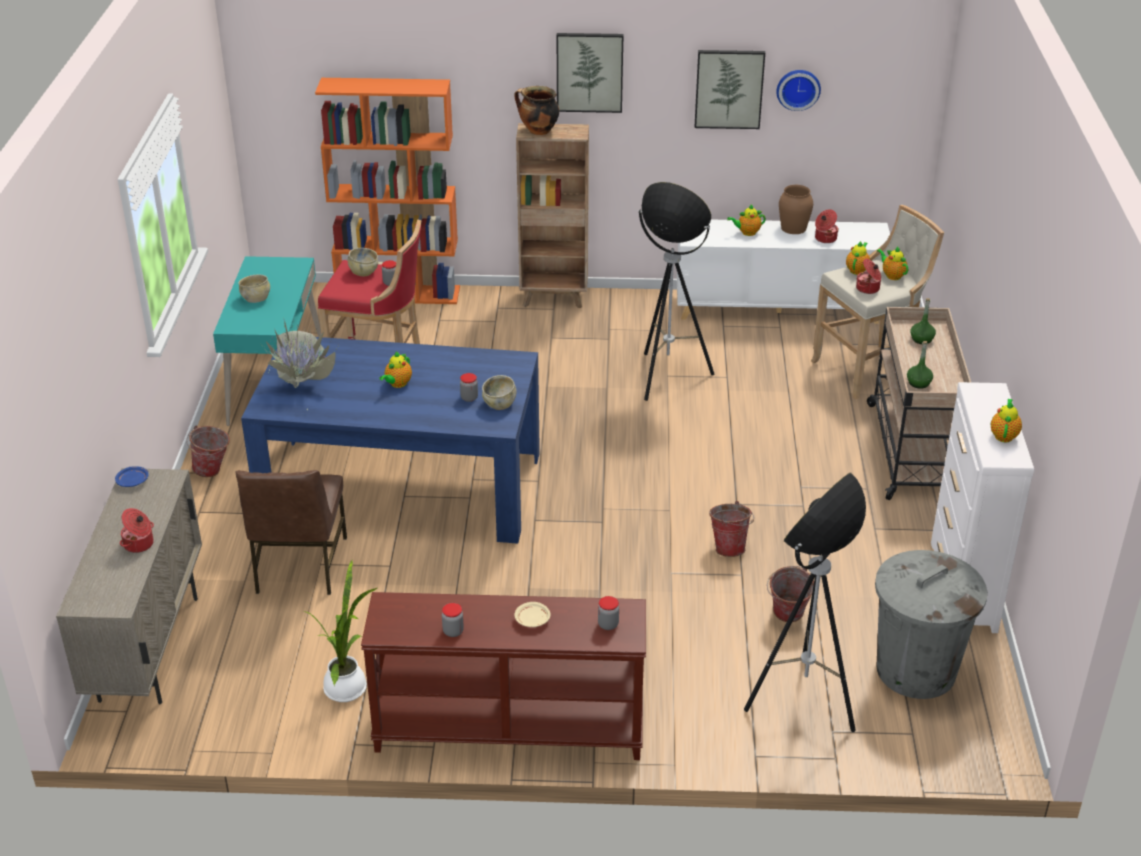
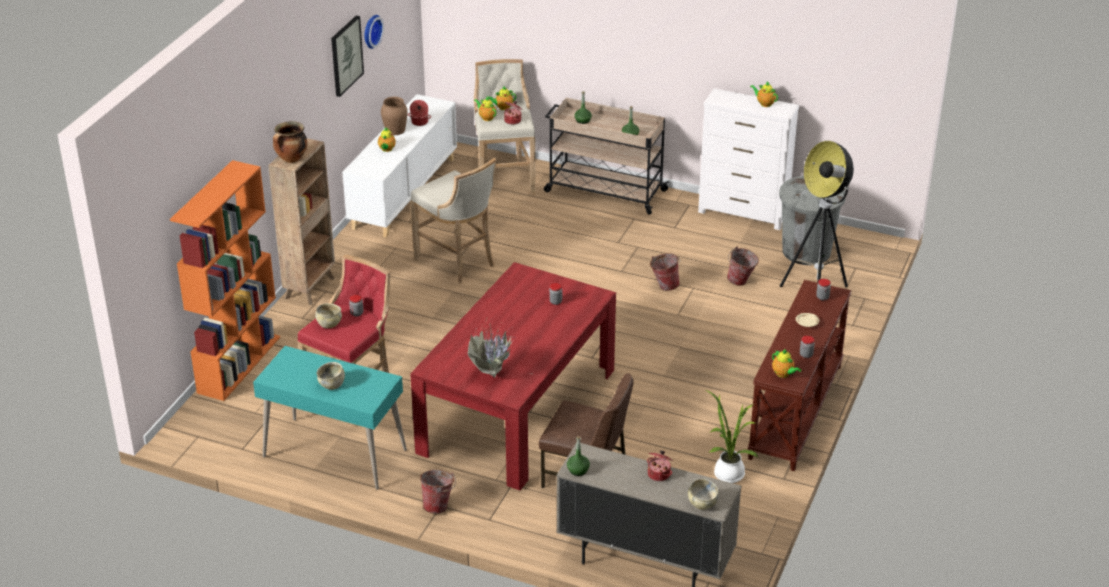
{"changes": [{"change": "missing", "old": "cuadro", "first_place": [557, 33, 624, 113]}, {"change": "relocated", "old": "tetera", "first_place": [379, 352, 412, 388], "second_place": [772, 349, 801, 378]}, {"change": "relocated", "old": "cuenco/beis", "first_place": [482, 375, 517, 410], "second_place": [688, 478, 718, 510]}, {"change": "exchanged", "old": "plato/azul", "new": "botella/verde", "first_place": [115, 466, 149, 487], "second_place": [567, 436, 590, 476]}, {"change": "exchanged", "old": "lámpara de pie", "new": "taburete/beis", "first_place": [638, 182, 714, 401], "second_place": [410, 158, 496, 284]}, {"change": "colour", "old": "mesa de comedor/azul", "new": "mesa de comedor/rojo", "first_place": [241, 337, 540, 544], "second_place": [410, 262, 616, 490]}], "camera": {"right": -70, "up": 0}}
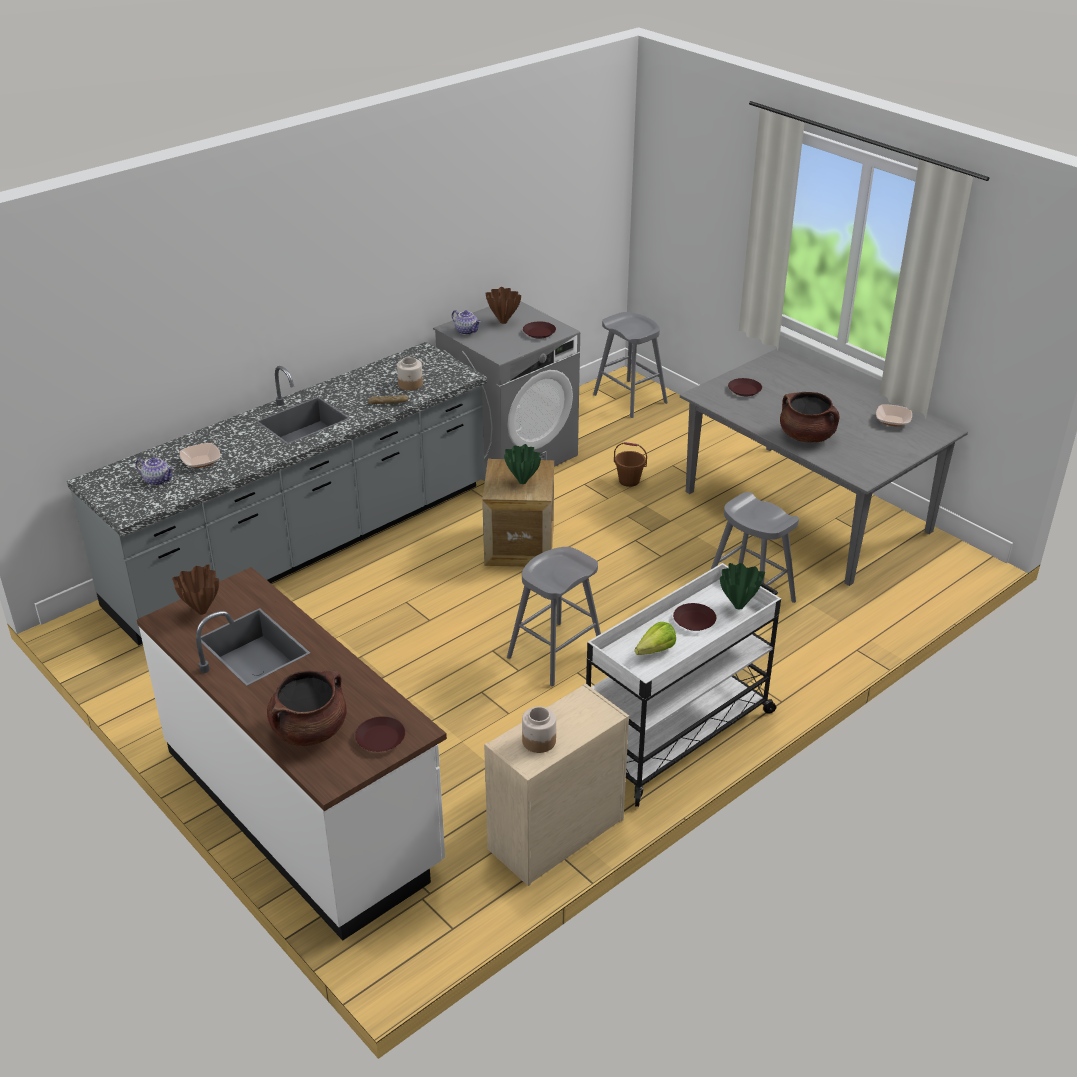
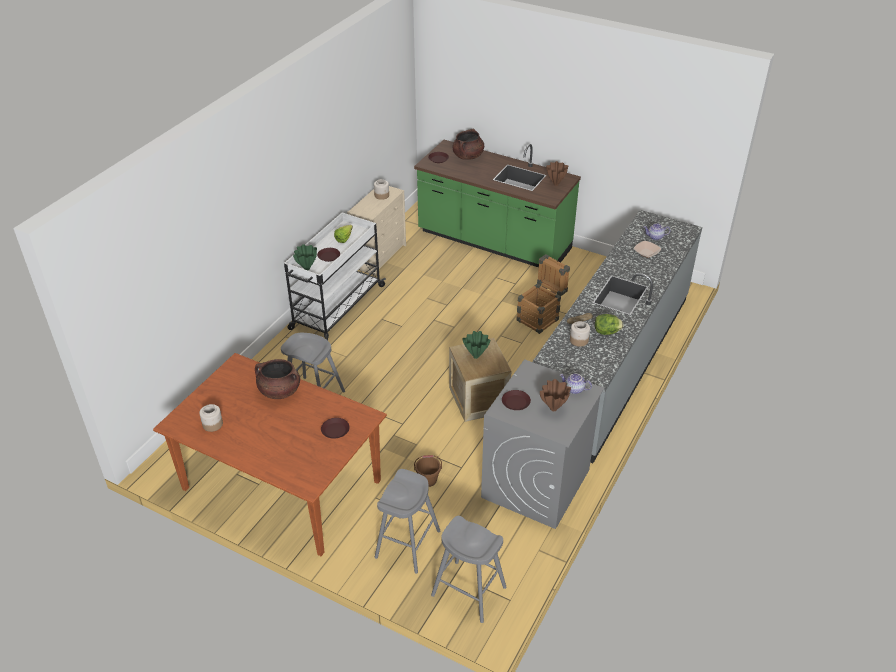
{"changes": [{"change": "appeared", "new": "caja de embalaje", "second_place": [516, 255, 570, 334]}, {"change": "appeared", "new": "lechuga", "second_place": [595, 314, 624, 335]}, {"change": "relocated", "old": "taburete/gris", "first_place": [507, 547, 601, 687], "second_place": [375, 469, 440, 574]}, {"change": "exchanged", "old": "cuenco", "new": "tarro", "first_place": [876, 404, 912, 427], "second_place": [199, 404, 223, 432]}, {"change": "colour", "old": "mueble bajo de cocina/blanco", "new": "mueble bajo de cocina/verde", "first_place": [137, 567, 447, 941], "second_place": [414, 140, 581, 267]}, {"change": "colour", "old": "mesa de comedor/gris", "new": "mesa de comedor/marrón", "first_place": [680, 346, 968, 586], "second_place": [153, 353, 387, 556]}], "camera": {"right": 160, "up": 5}}
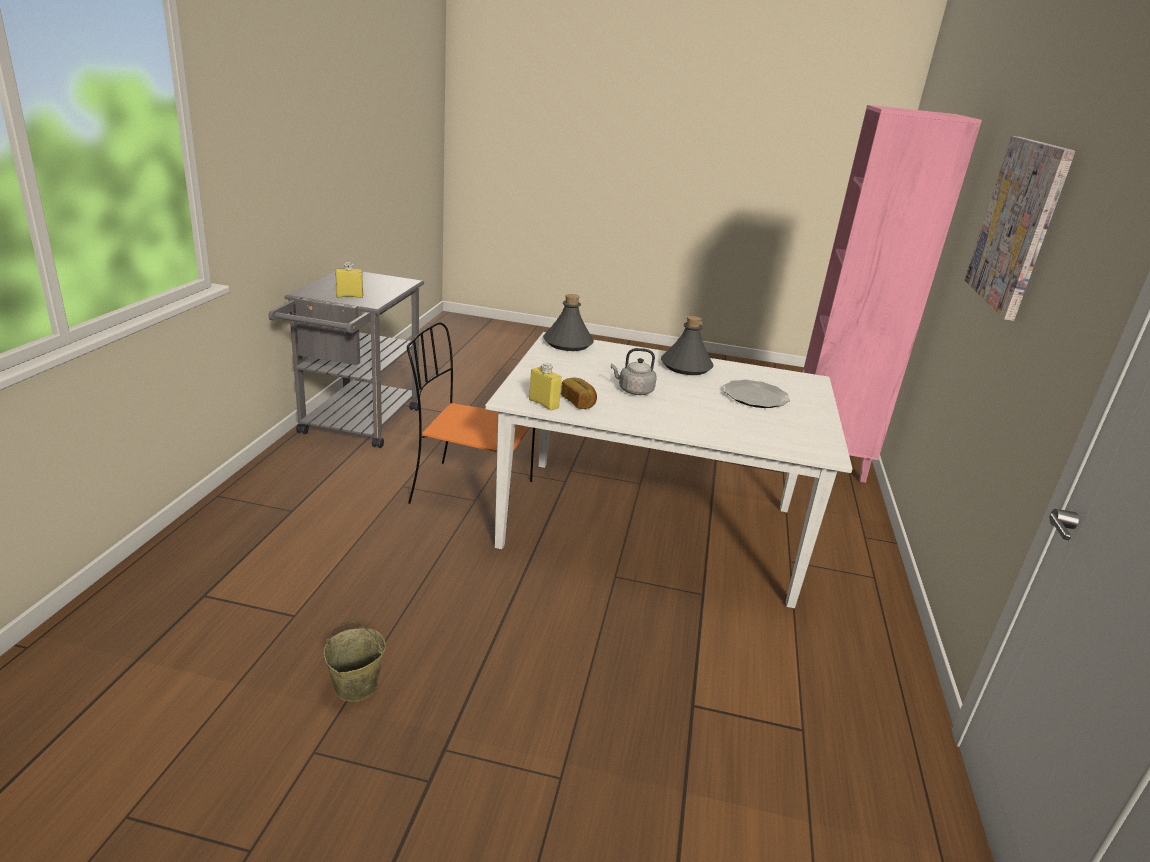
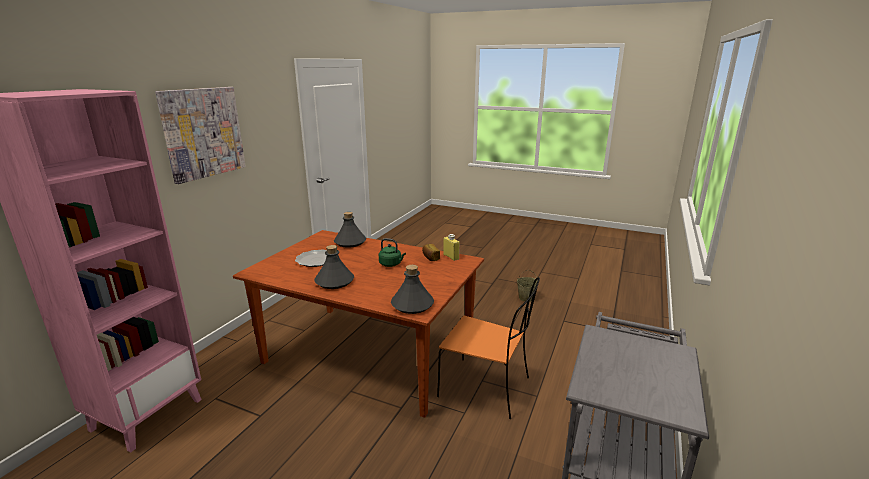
{"changes": [{"change": "missing", "old": "botella/amarillo", "first_place": [335, 262, 363, 298]}, {"change": "appeared", "new": "botella/gris", "second_place": [334, 212, 366, 248]}, {"change": "colour", "old": "mesa de comedor/blanco", "new": "mesa de comedor/marrón", "first_place": [485, 332, 853, 608], "second_place": [233, 230, 484, 418]}, {"change": "colour", "old": "hervidor/gris", "new": "hervidor/verde", "first_place": [611, 348, 657, 395], "second_place": [379, 238, 406, 267]}], "camera": {"right": -165, "up": -5}}
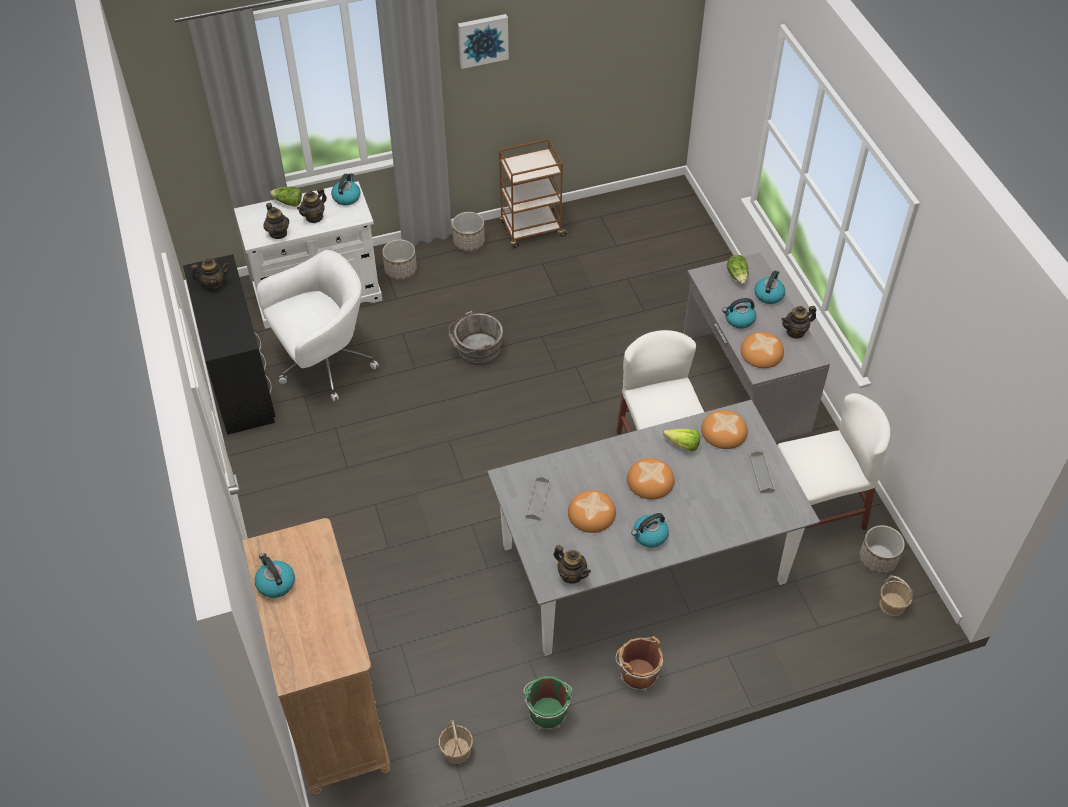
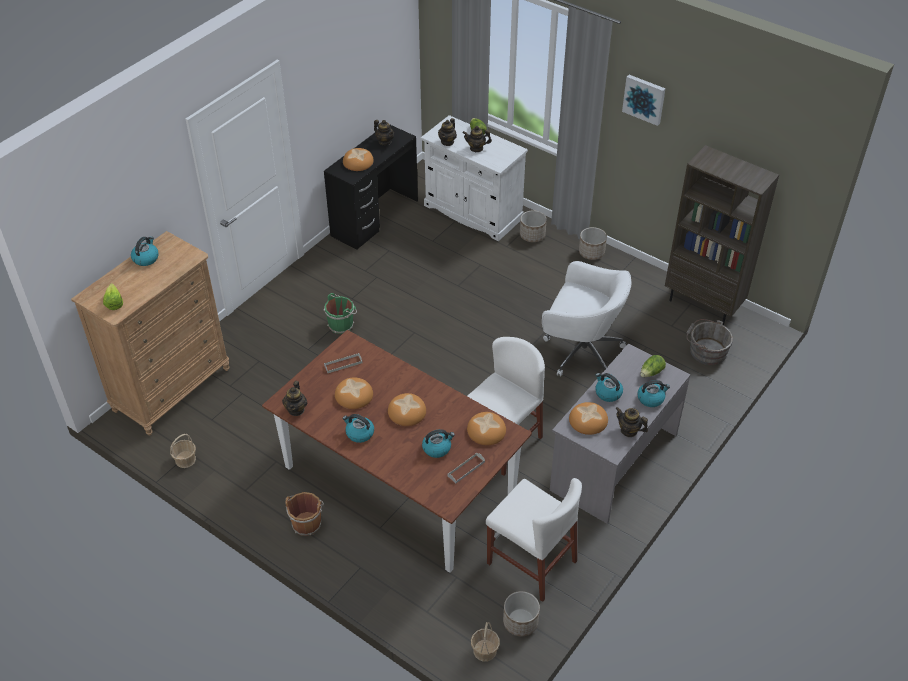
{"changes": [{"change": "missing", "old": "carrito/marrón", "first_place": [499, 138, 568, 248]}, {"change": "appeared", "new": "pan", "second_place": [343, 148, 374, 171]}, {"change": "appeared", "new": "estantería/marrón", "second_place": [665, 145, 779, 325]}, {"change": "relocated", "old": "silla de oficina/blanco", "first_place": [257, 250, 379, 401], "second_place": [542, 261, 632, 376]}, {"change": "relocated", "old": "hervidor", "first_place": [331, 173, 360, 206], "second_place": [422, 429, 455, 458]}, {"change": "relocated", "old": "cubo/gris", "first_place": [448, 311, 503, 365], "second_place": [686, 319, 733, 365]}, {"change": "relocated", "old": "cubo/verde", "first_place": [523, 676, 572, 730], "second_place": [323, 293, 357, 334]}, {"change": "relocated", "old": "lechuga", "first_place": [663, 429, 700, 452], "second_place": [103, 283, 123, 310]}, {"change": "colour", "old": "mesa de comedor/gris", "new": "mesa de comedor/marrón", "first_place": [488, 400, 820, 656], "second_place": [262, 330, 532, 573]}], "camera": {"right": 55, "up": -5}}
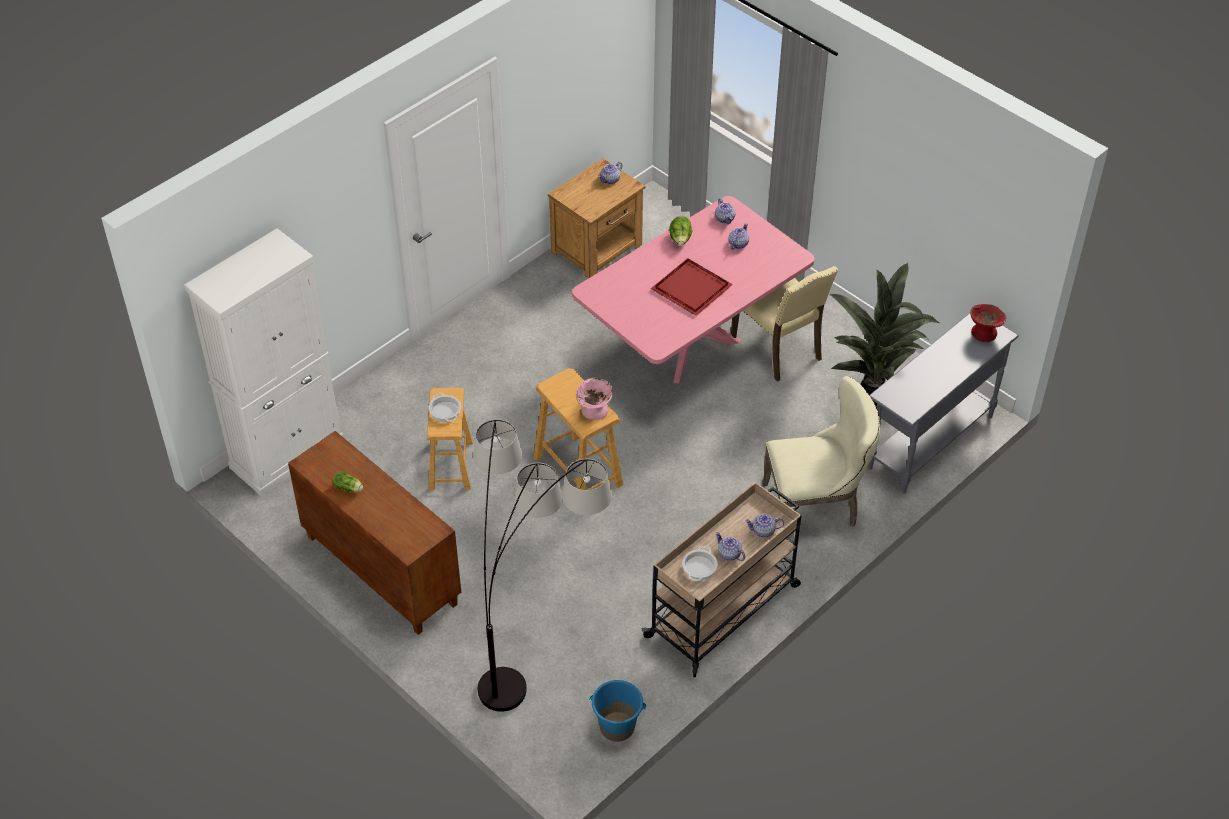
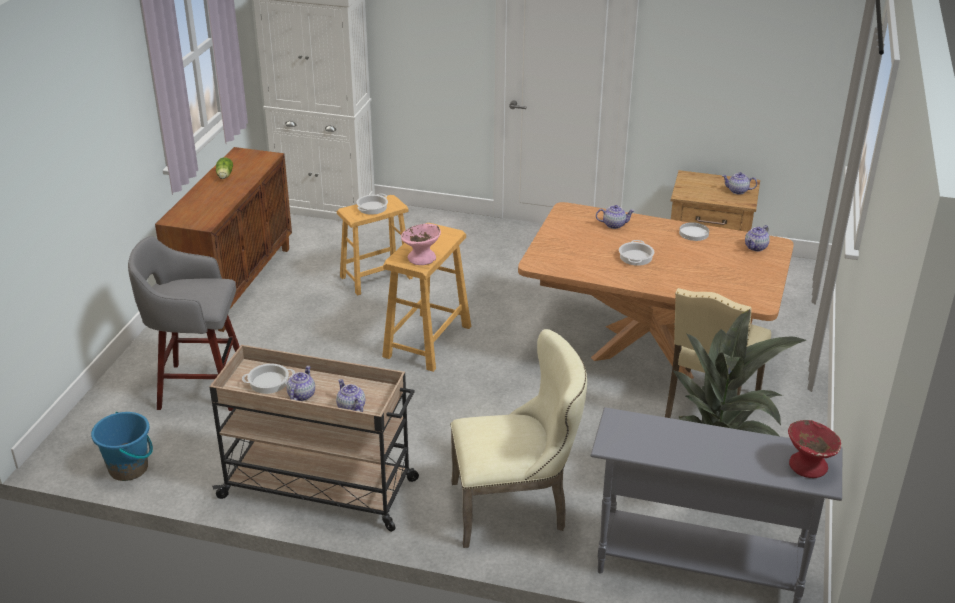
{"changes": [{"change": "relocated", "old": "tetera", "first_place": [729, 223, 749, 249], "second_place": [596, 205, 635, 229]}, {"change": "exchanged", "old": "lámpara de pie", "new": "taburete/gris", "first_place": [473, 419, 612, 712], "second_place": [128, 236, 240, 411]}, {"change": "exchanged", "old": "bandeja/rojo", "new": "olla", "first_place": [651, 258, 733, 316], "second_place": [619, 240, 654, 266]}, {"change": "exchanged", "old": "lechuga", "new": "plato/blanco", "first_place": [669, 216, 692, 246], "second_place": [679, 222, 709, 241]}, {"change": "colour", "old": "mesa de comedor/rosa", "new": "mesa de comedor/marrón", "first_place": [572, 196, 815, 383], "second_place": [518, 202, 794, 379]}, {"change": "spun", "old": "silla/beis", "first_place": [762, 376, 880, 527], "second_place": [450, 329, 587, 548], "degrees": -60}], "camera": {"right": 60, "up": -15}}
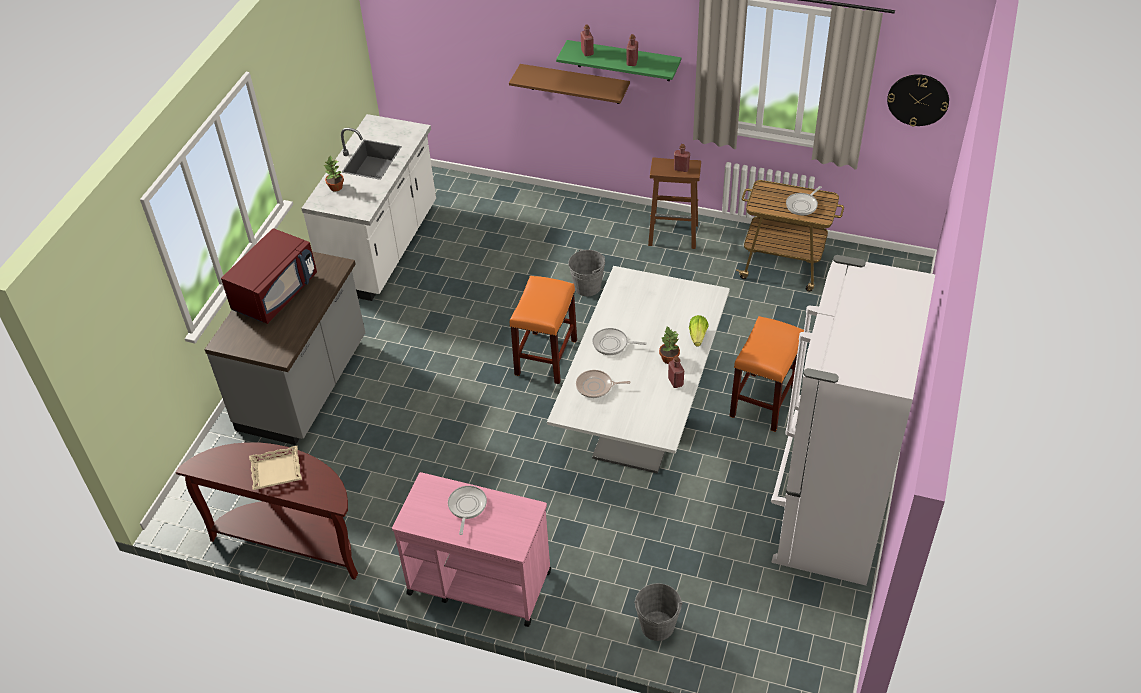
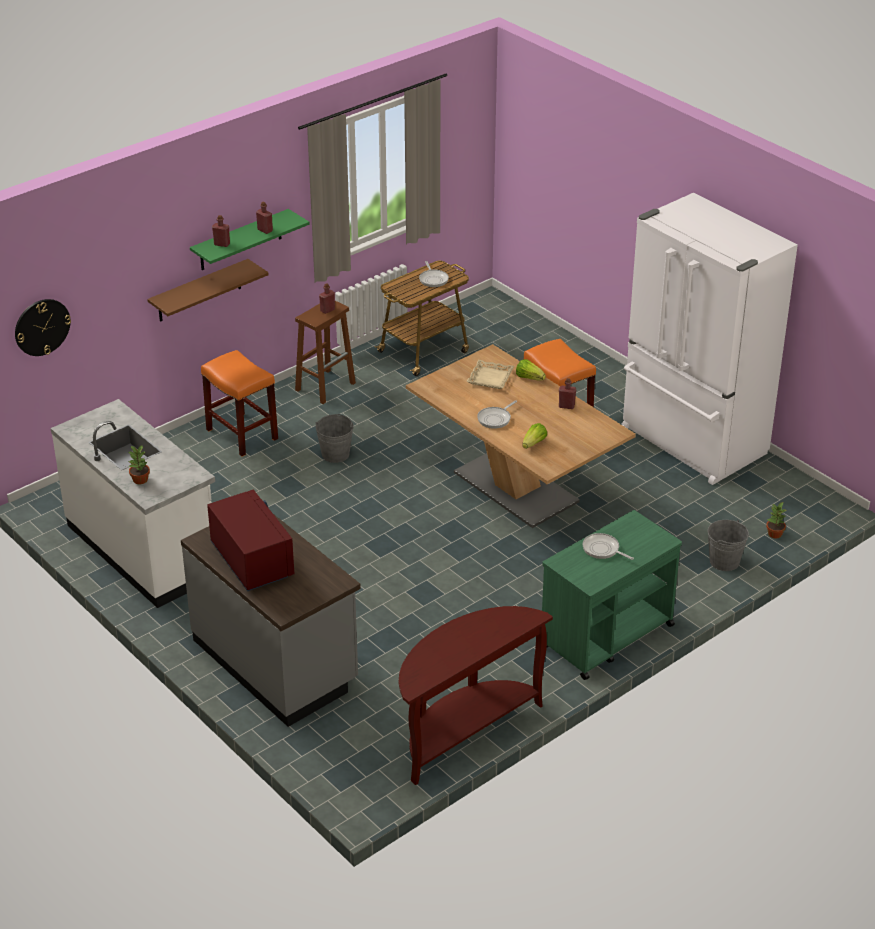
{"changes": [{"change": "relocated", "old": "bandeja/beis", "first_place": [249, 446, 302, 490], "second_place": [467, 360, 514, 389]}, {"change": "relocated", "old": "taburete/naranja", "first_place": [510, 276, 577, 384], "second_place": [201, 350, 278, 456]}, {"change": "relocated", "old": "planta en maceta", "first_place": [659, 327, 680, 364], "second_place": [766, 503, 786, 538]}, {"change": "relocated", "old": "reloj de pared", "first_place": [887, 74, 949, 126], "second_place": [15, 299, 71, 356]}, {"change": "exchanged", "old": "sartén", "new": "lechuga", "first_place": [576, 370, 631, 398], "second_place": [522, 423, 547, 449]}, {"change": "colour", "old": "carrito/rosa", "new": "carrito/verde", "first_place": [392, 472, 551, 627], "second_place": [542, 510, 682, 680]}, {"change": "colour", "old": "mesa de comedor/blanco", "new": "mesa de comedor/marrón", "first_place": [547, 266, 730, 474], "second_place": [406, 344, 636, 528]}], "camera": {"right": -60, "up": -10}}
